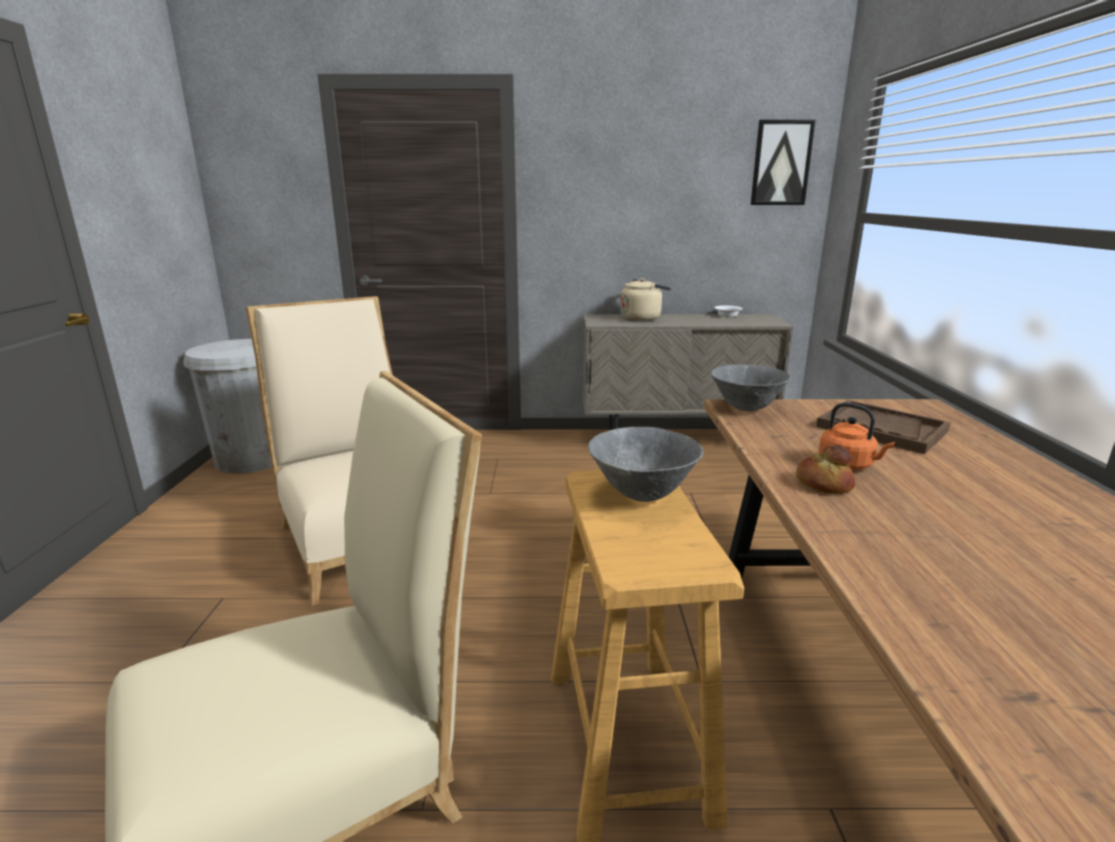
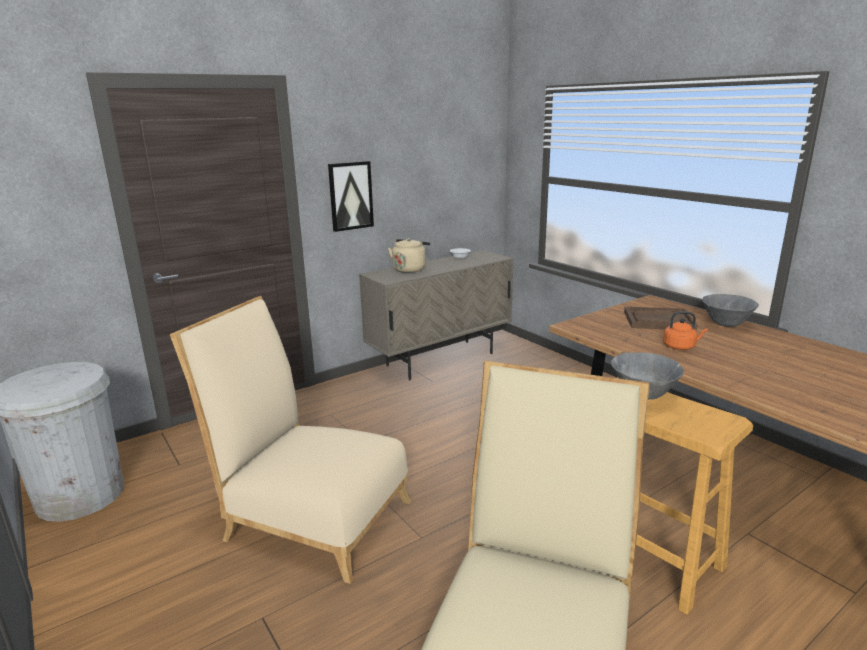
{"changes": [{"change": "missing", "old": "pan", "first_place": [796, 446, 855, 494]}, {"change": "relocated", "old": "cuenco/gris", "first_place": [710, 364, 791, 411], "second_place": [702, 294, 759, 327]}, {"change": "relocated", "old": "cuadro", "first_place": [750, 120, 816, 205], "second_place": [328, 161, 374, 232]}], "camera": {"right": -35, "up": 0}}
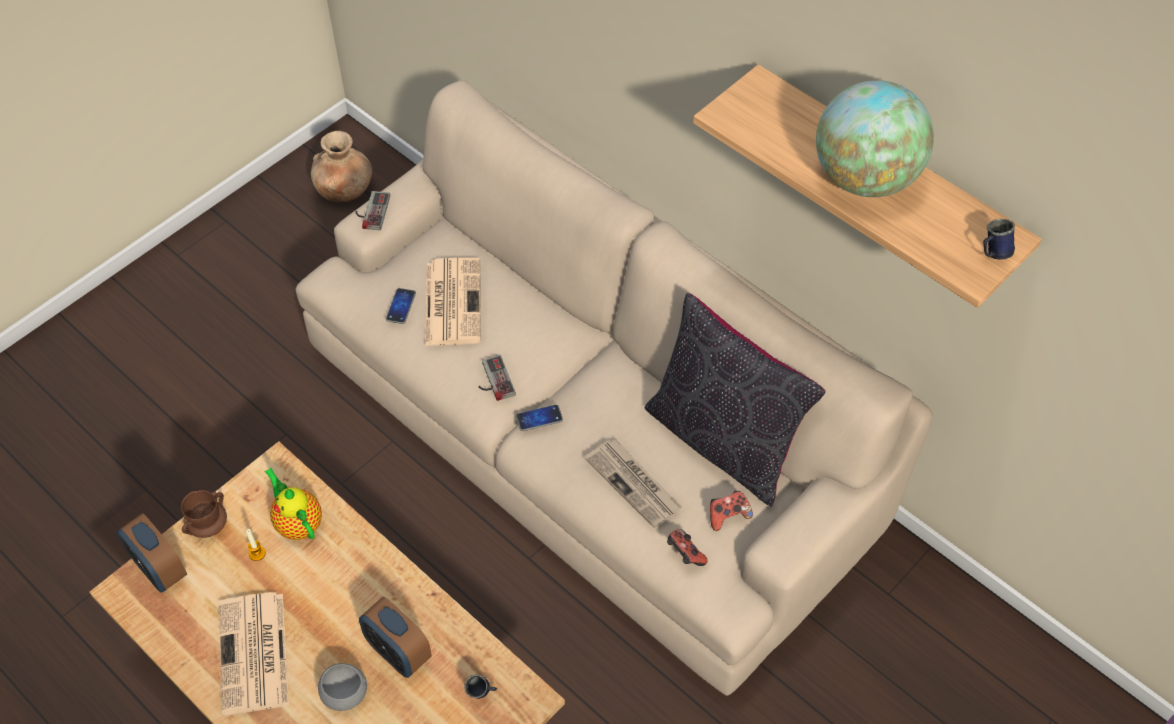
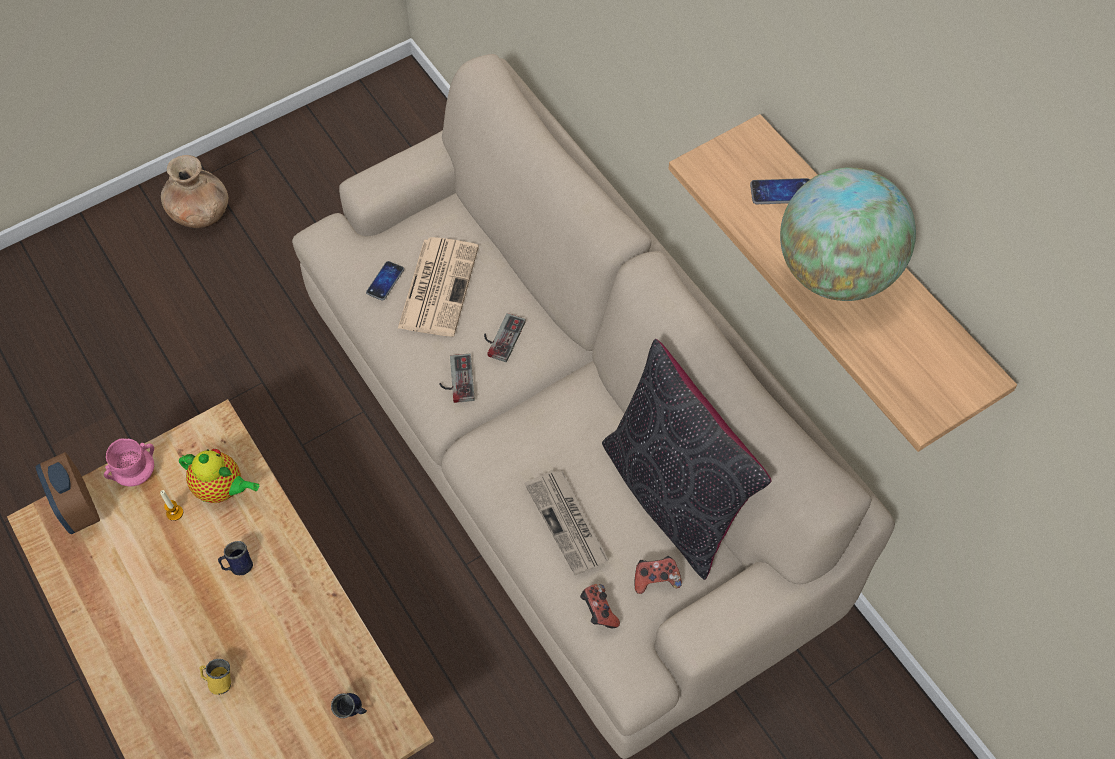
{"changes": [{"change": "missing", "old": "periódico", "first_place": [219, 592, 289, 715]}, {"change": "missing", "old": "despertador", "first_place": [359, 597, 432, 678]}, {"change": "relocated", "old": "florero/marrón", "first_place": [311, 131, 372, 202], "second_place": [161, 155, 228, 228]}, {"change": "relocated", "old": "mando de consola", "first_place": [355, 191, 390, 231], "second_place": [484, 313, 526, 362]}, {"change": "relocated", "old": "móvil", "first_place": [516, 404, 563, 431], "second_place": [750, 178, 810, 204]}, {"change": "relocated", "old": "taza grande/azul", "first_place": [983, 219, 1015, 260], "second_place": [218, 541, 253, 575]}, {"change": "exchanged", "old": "cuenco/gris", "new": "taza grande/amarillo", "first_place": [318, 663, 367, 711], "second_place": [200, 659, 231, 695]}, {"change": "colour", "old": "taza grande/marrón", "new": "taza grande/rosa", "first_place": [181, 490, 227, 538], "second_place": [104, 438, 154, 487]}, {"change": "spun", "old": "tetera", "first_place": [264, 468, 322, 540], "second_place": [179, 449, 259, 503], "degrees": 135}], "camera": {"right": 15, "up": 5}}
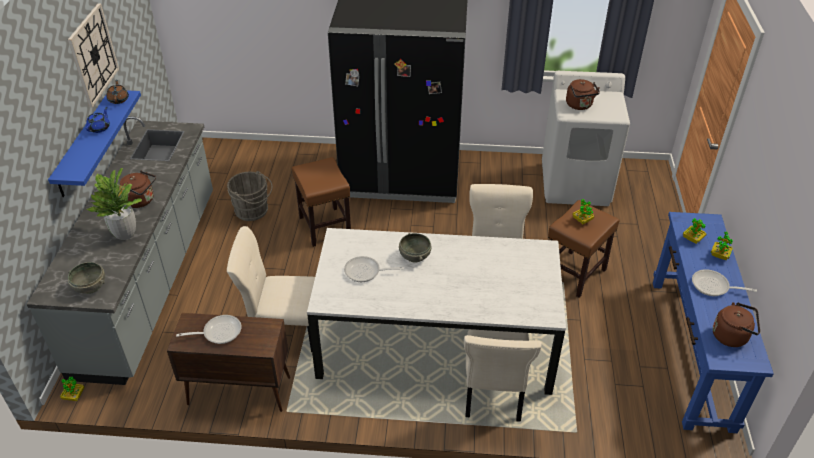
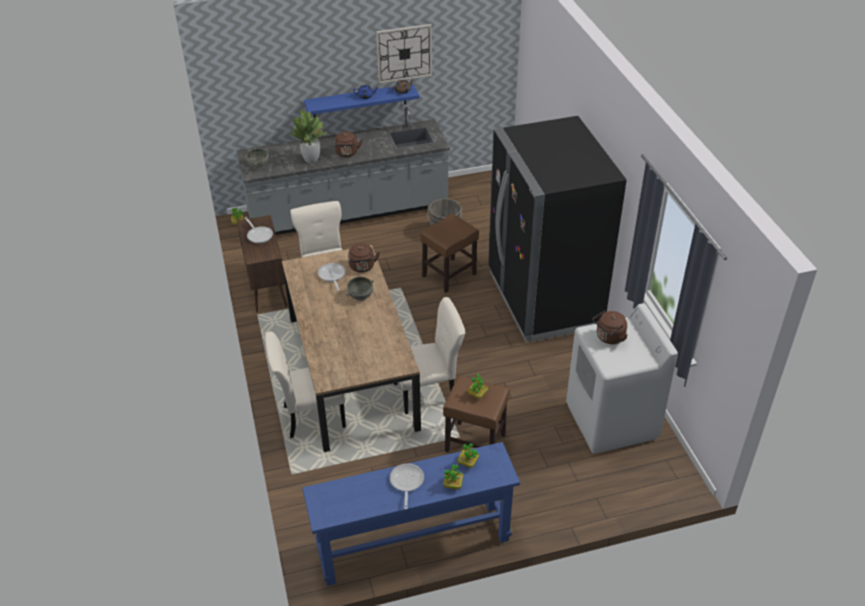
{"changes": [{"change": "relocated", "old": "hervidor/marrón", "first_place": [713, 302, 760, 347], "second_place": [348, 243, 380, 272]}, {"change": "colour", "old": "mesa de comedor/blanco", "new": "mesa de comedor/marrón", "first_place": [307, 228, 566, 395], "second_place": [282, 245, 421, 452]}], "camera": {"right": 70, "up": 0}}
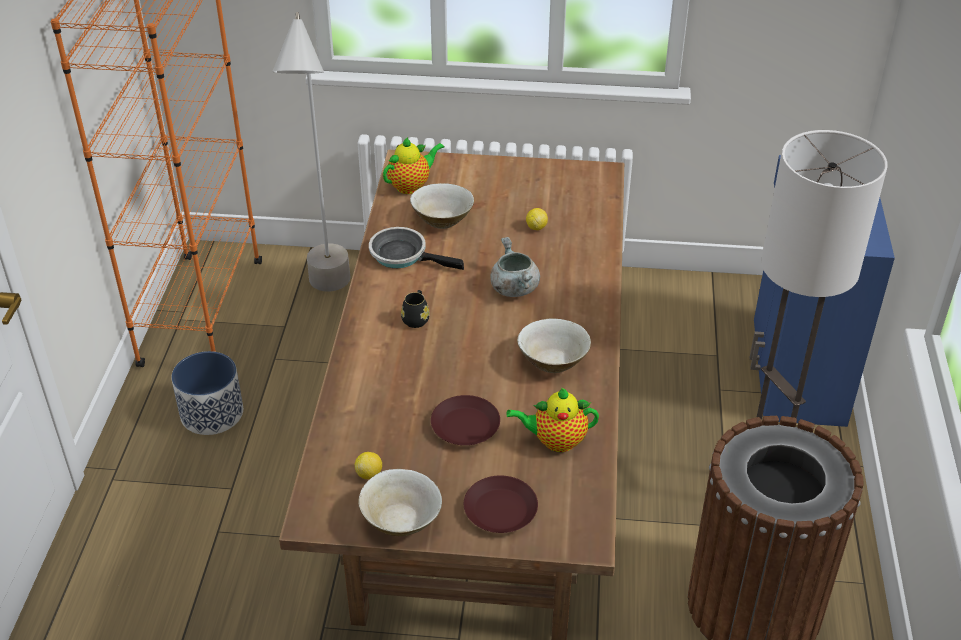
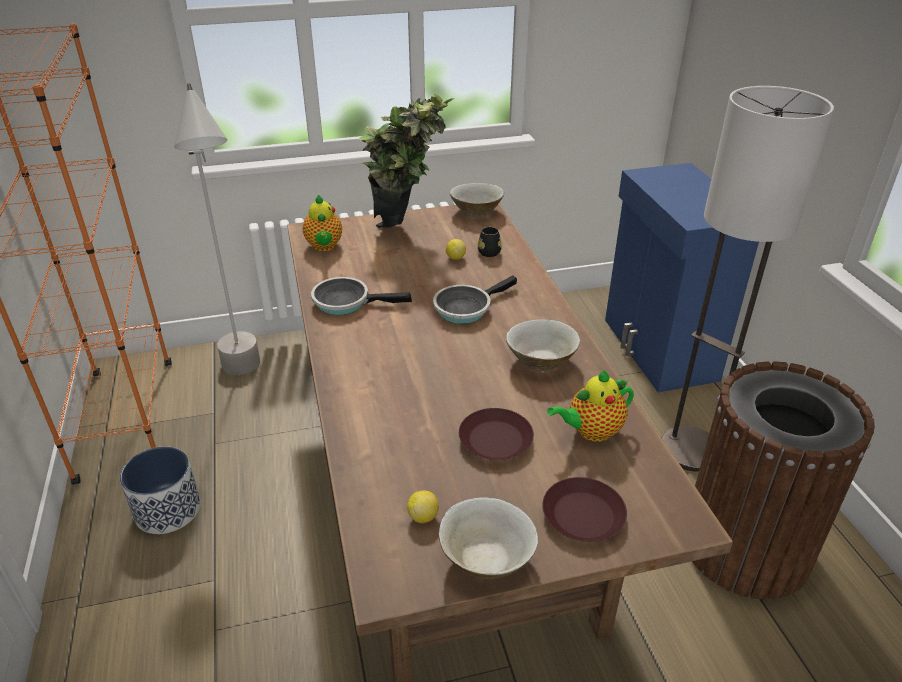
{"changes": [{"change": "appeared", "new": "planta en maceta", "second_place": [359, 93, 453, 228]}, {"change": "relocated", "old": "taza grande/negro", "first_place": [401, 290, 430, 328], "second_place": [478, 226, 502, 257]}, {"change": "relocated", "old": "cuenco/beis", "first_place": [410, 183, 474, 229], "second_place": [450, 183, 504, 217]}, {"change": "exchanged", "old": "olla/gris", "new": "sartén", "first_place": [490, 237, 540, 297], "second_place": [433, 276, 517, 324]}, {"change": "spun", "old": "tetera", "first_place": [383, 137, 445, 194], "second_place": [303, 195, 342, 251], "degrees": 135}], "camera": {"right": -20, "up": -5}}
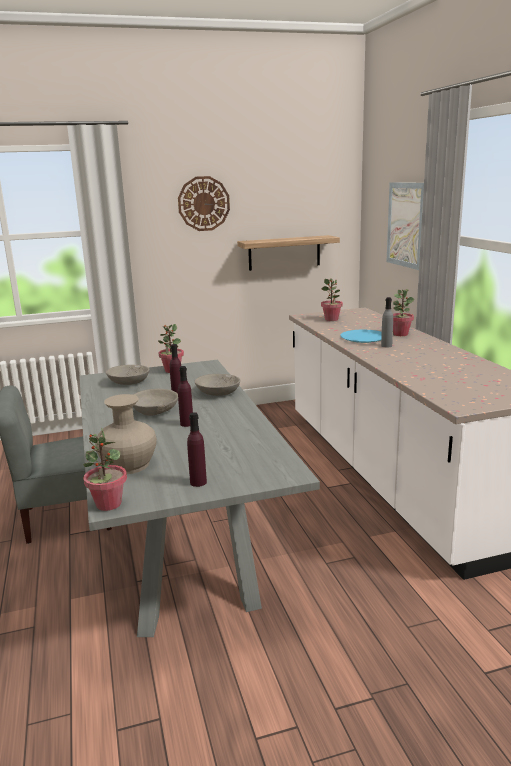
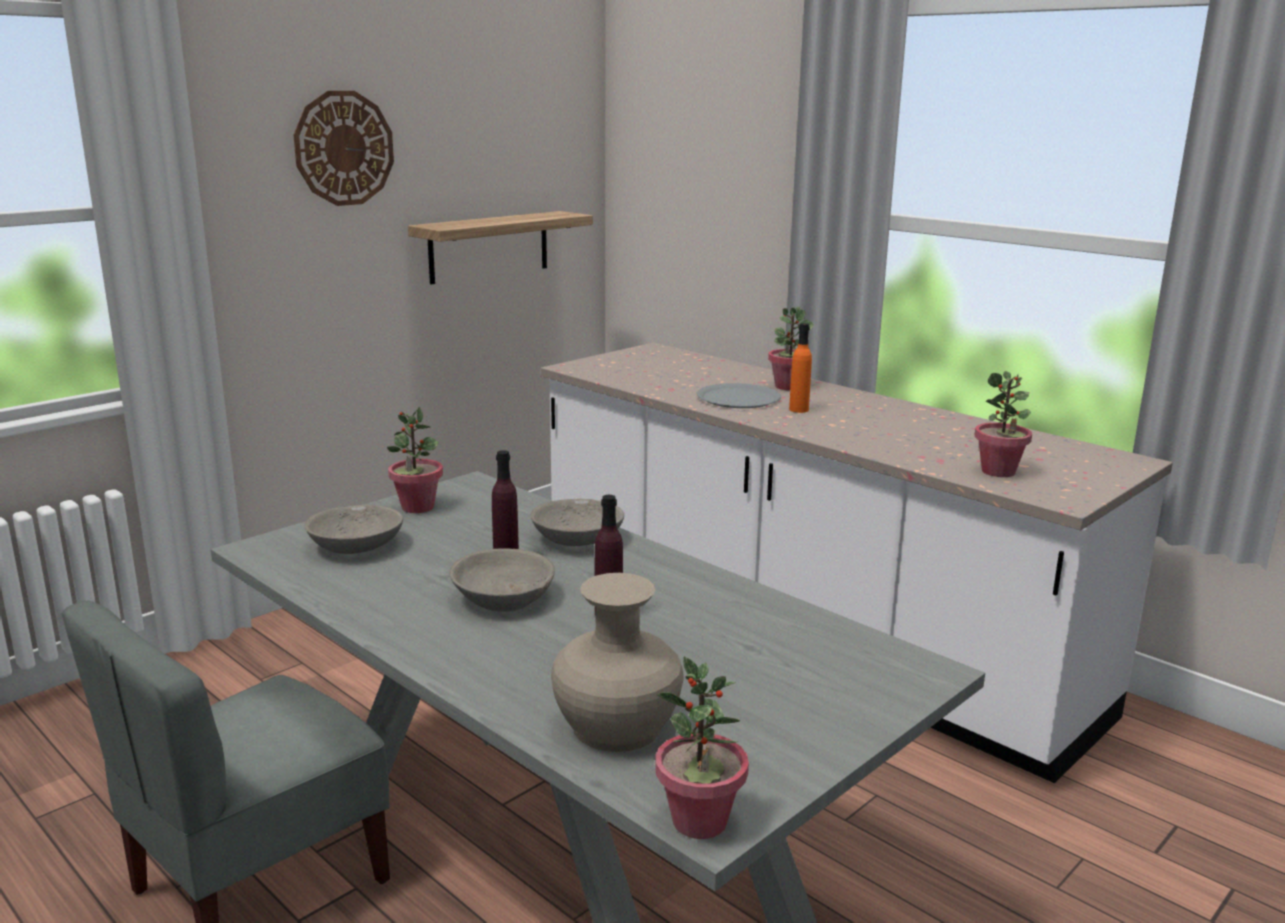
{"changes": [{"change": "missing", "old": "botella/morado", "first_place": [187, 412, 207, 487]}, {"change": "missing", "old": "cuadro", "first_place": [387, 182, 424, 270]}, {"change": "relocated", "old": "planta en maceta", "first_place": [321, 279, 343, 321], "second_place": [975, 371, 1032, 477]}, {"change": "colour", "old": "plato/azul", "new": "plato/gris", "first_place": [340, 330, 382, 343], "second_place": [697, 383, 781, 408]}, {"change": "colour", "old": "botella/gris", "new": "botella/naranja", "first_place": [381, 297, 393, 348], "second_place": [789, 323, 812, 413]}], "camera": {"right": -30, "up": 0}}
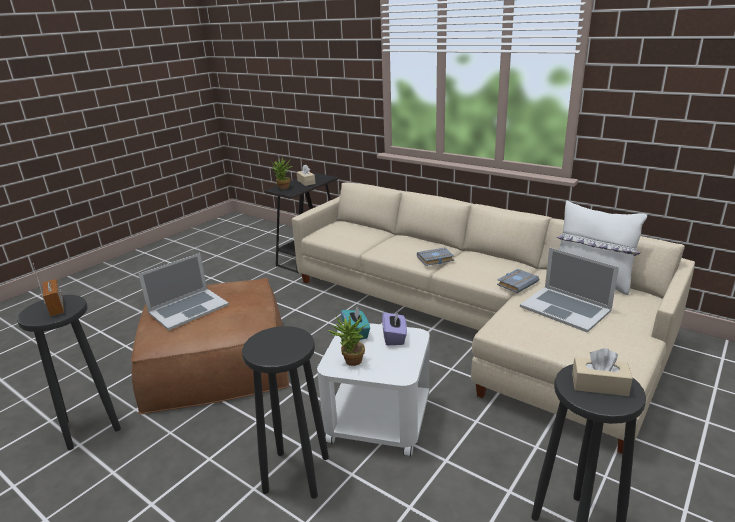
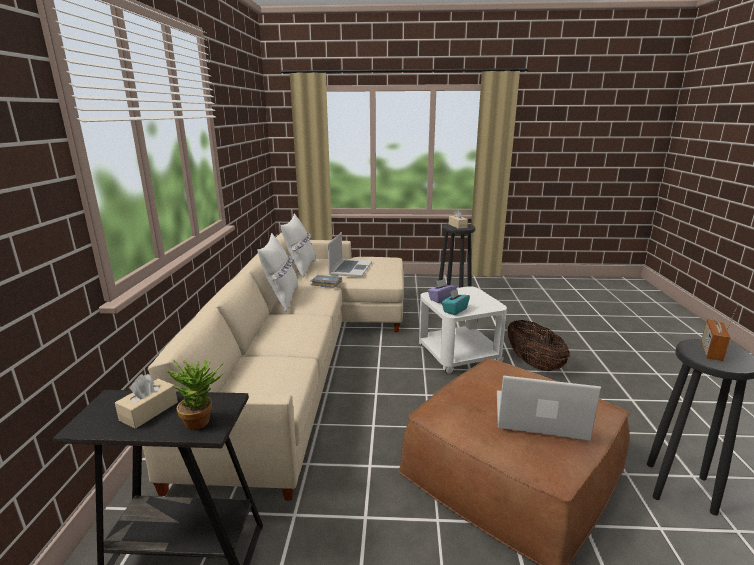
{"changes": [{"change": "missing", "old": "planta en maceta", "first_place": [328, 314, 367, 366]}, {"change": "missing", "old": "libro/gris", "first_place": [417, 247, 454, 266]}, {"change": "appeared", "new": "cojín/blanco", "second_place": [257, 233, 298, 312]}, {"change": "exchanged", "old": "taburete/negro", "new": "cesta", "first_place": [242, 326, 329, 499], "second_place": [507, 320, 569, 371]}], "camera": {"right": -125, "up": -5}}
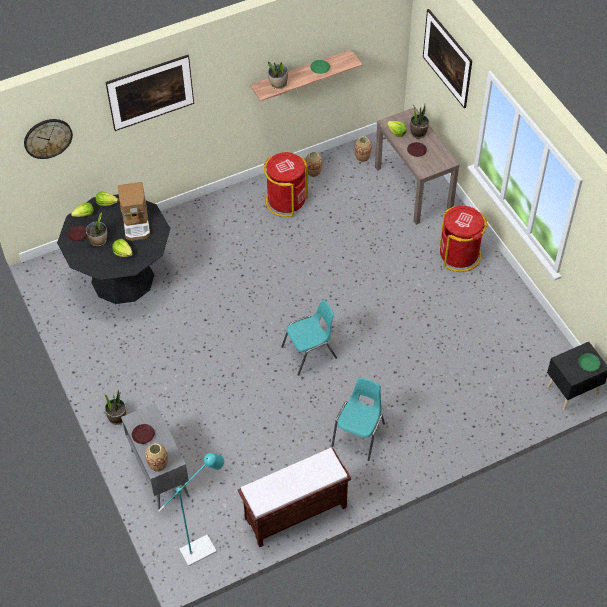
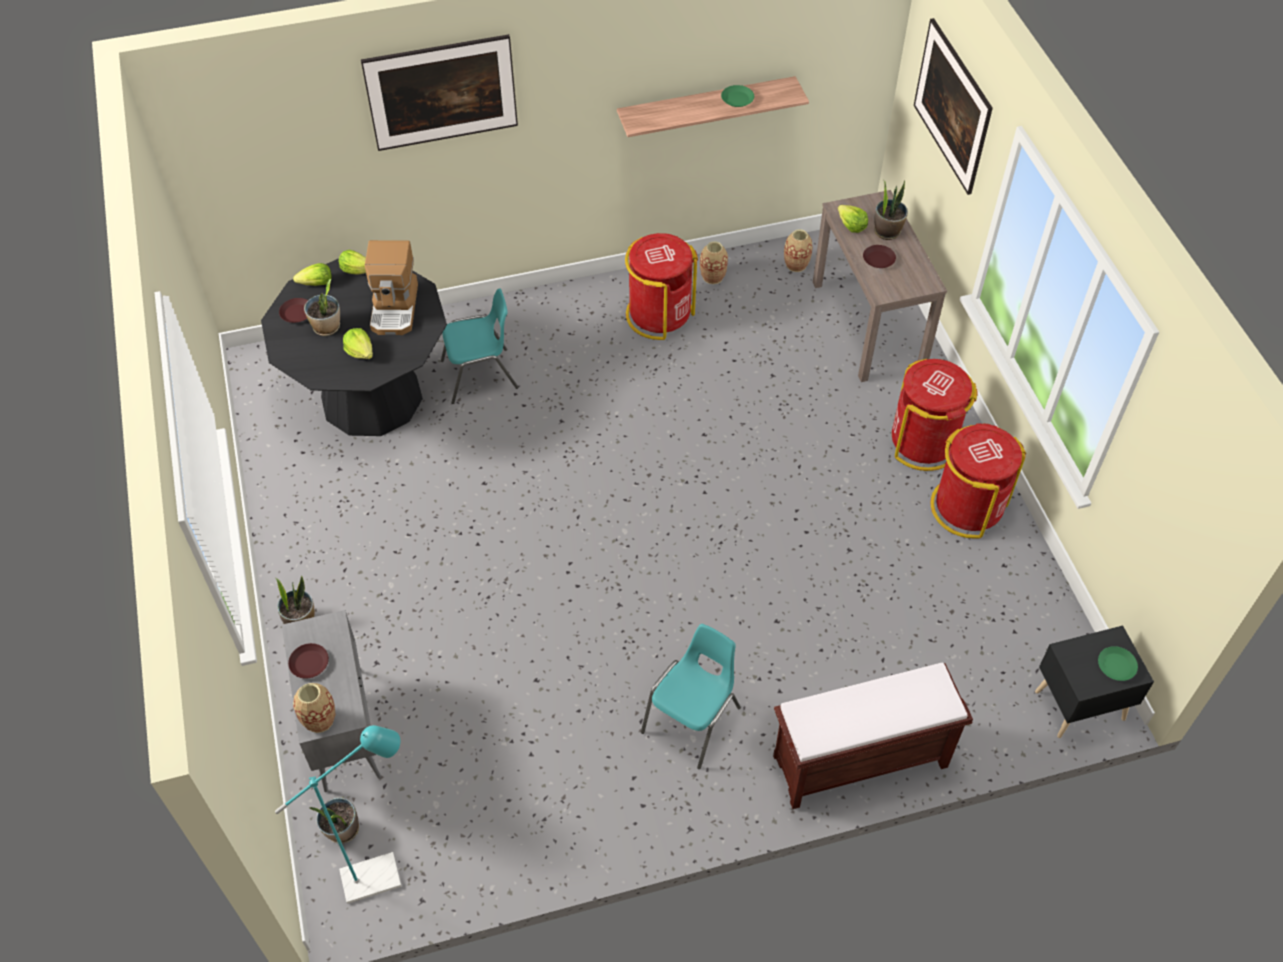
{"changes": [{"change": "missing", "old": "reloj de pared", "first_place": [24, 119, 73, 159]}, {"change": "appeared", "new": "papelera/rojo", "second_place": [930, 423, 1026, 538]}, {"change": "relocated", "old": "banco/marrón", "first_place": [238, 448, 351, 548], "second_place": [773, 662, 973, 809]}, {"change": "relocated", "old": "planta en maceta", "first_place": [268, 61, 288, 89], "second_place": [310, 797, 359, 844]}, {"change": "relocated", "old": "silla/turquesa", "first_place": [281, 299, 337, 376], "second_place": [441, 288, 519, 404]}], "camera": {"right": 10, "up": 0}}
